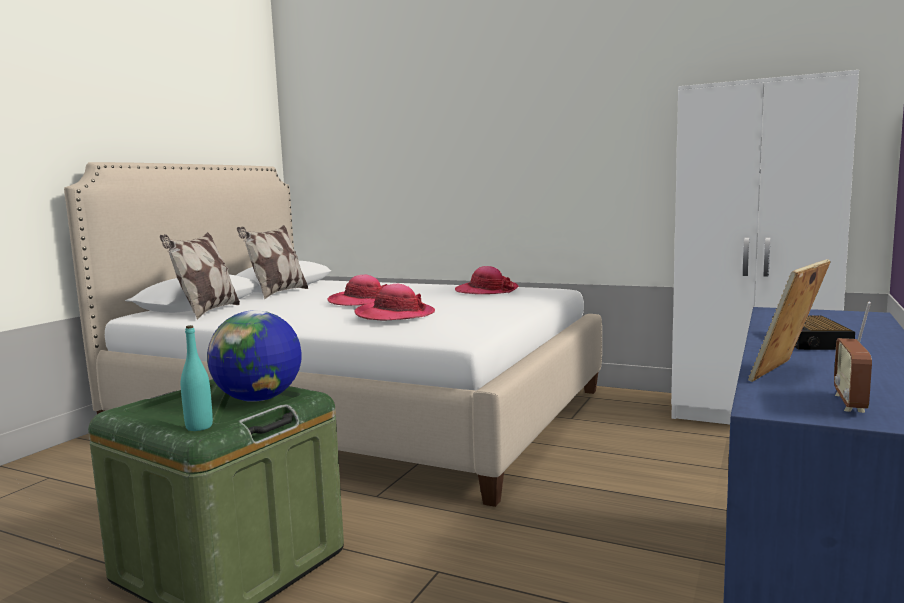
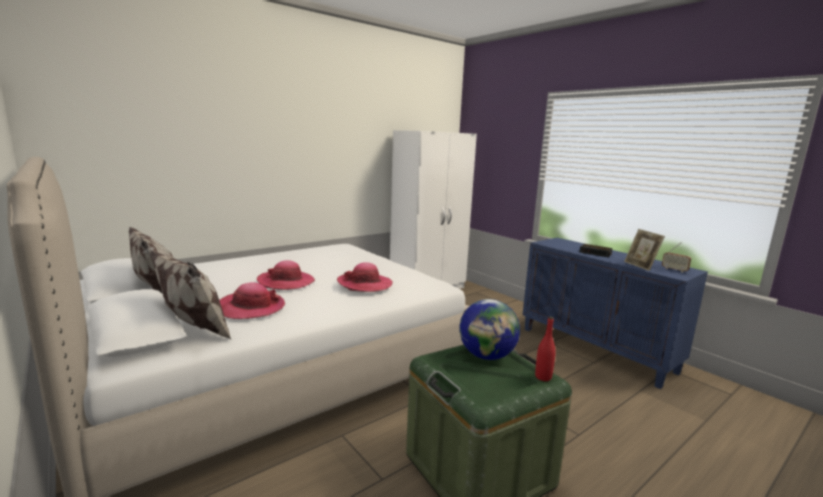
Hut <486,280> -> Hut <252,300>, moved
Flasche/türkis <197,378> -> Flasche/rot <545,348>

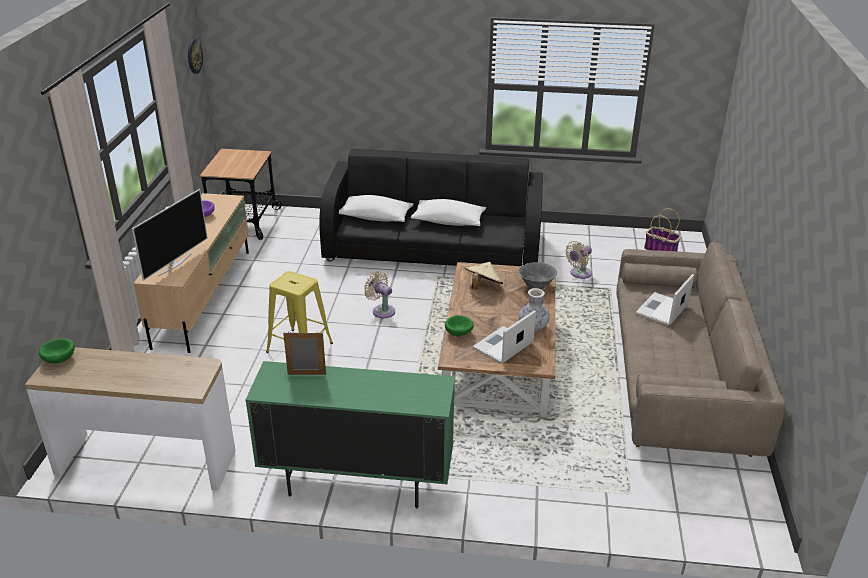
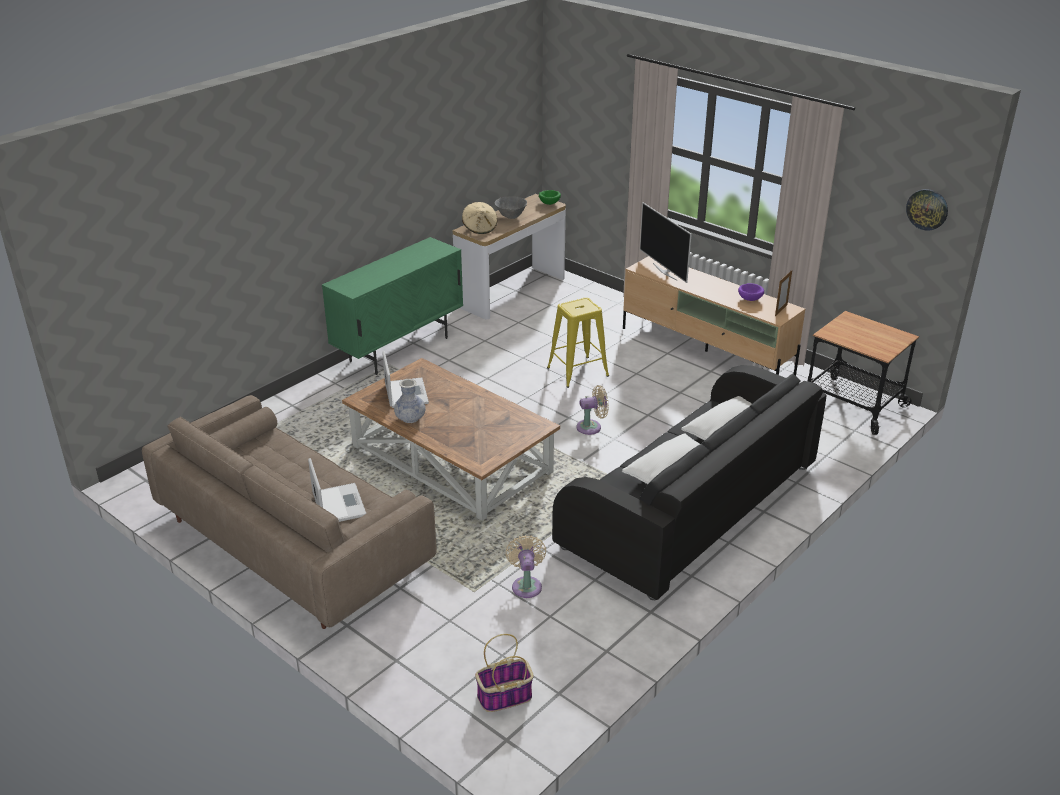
Hut/beige <484,276> -> Hut/beige <480,218>, moved
Schüssel/grau <538,275> -> Schüssel/grau <511,207>, moved
Bilderrahmen <304,354> -> Bilderrahmen <783,293>, moved
Schüssel/grün <459,325> -> none

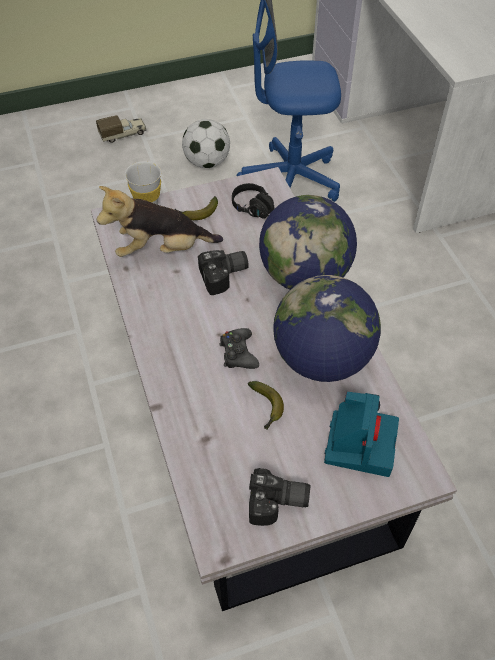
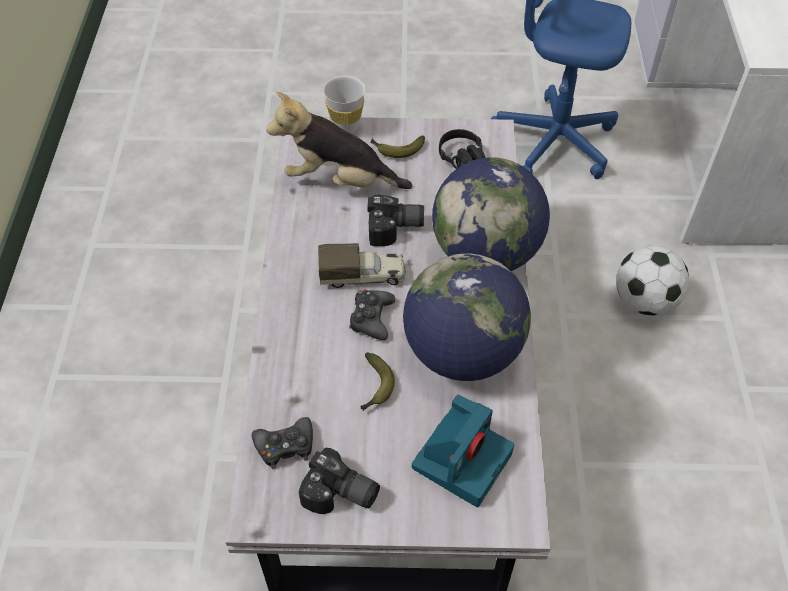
none -> Gamepad/schwarz <282,443>
Spielzeuglaster <121,129> -> Spielzeuglaster <362,265>, moved
Fußball <206,143> -> Fußball <652,280>, moved

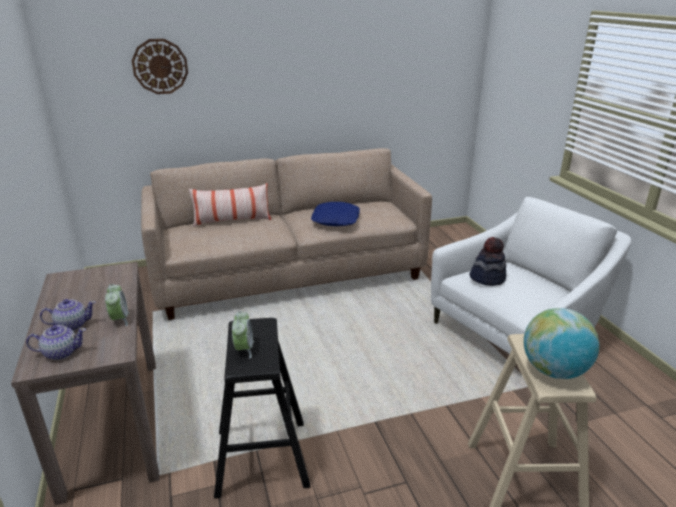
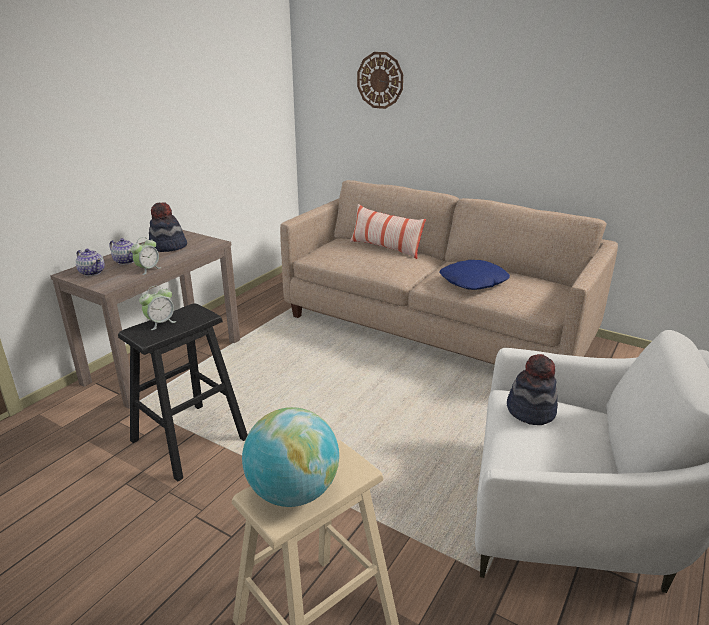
none -> Hut <168,227>

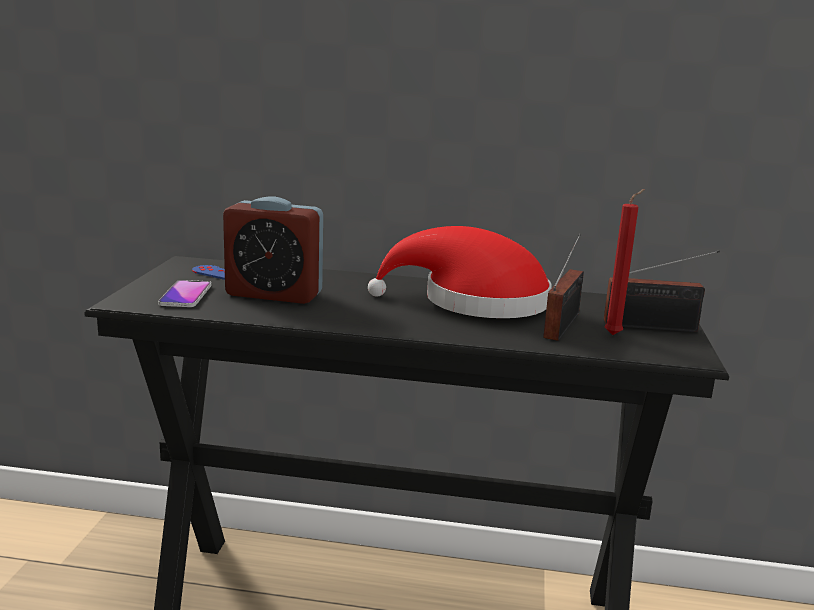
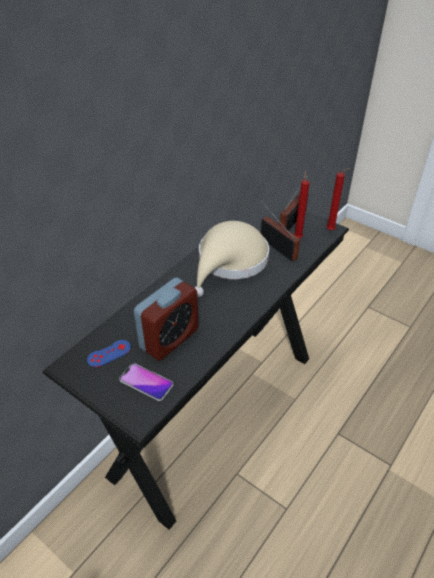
Hut/rot <460,272> -> Hut/beige <231,259>
none -> Kerze/rot <339,199>

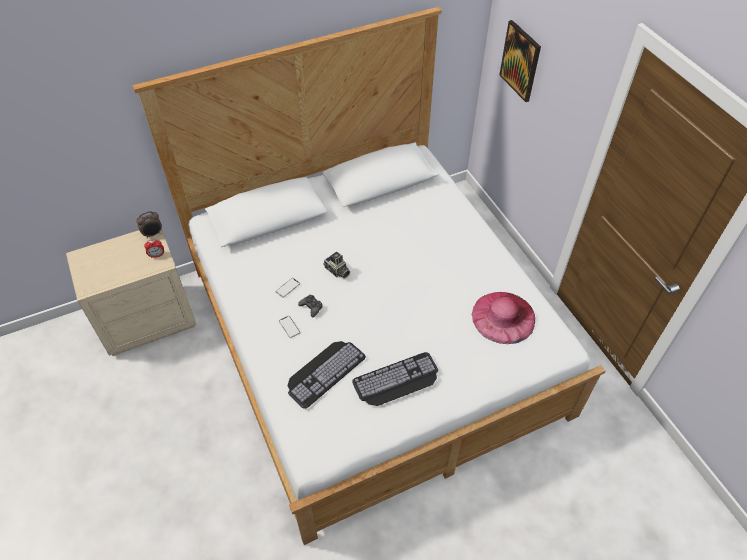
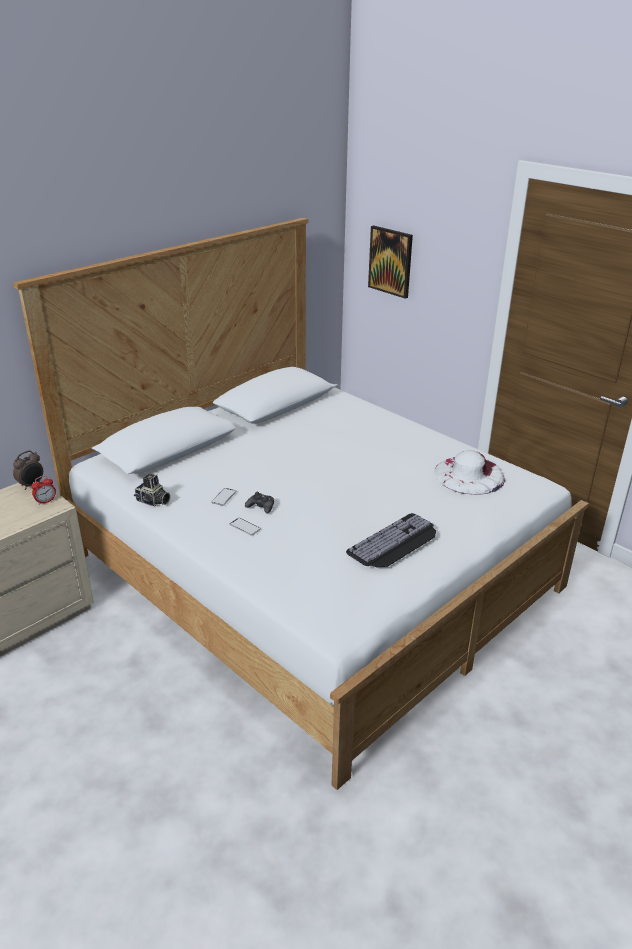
Kamera <336,265> -> Kamera <152,490>, moved
Hut/rosa <503,318> -> Hut/weiß <469,472>
Tastatur <326,375> -> none

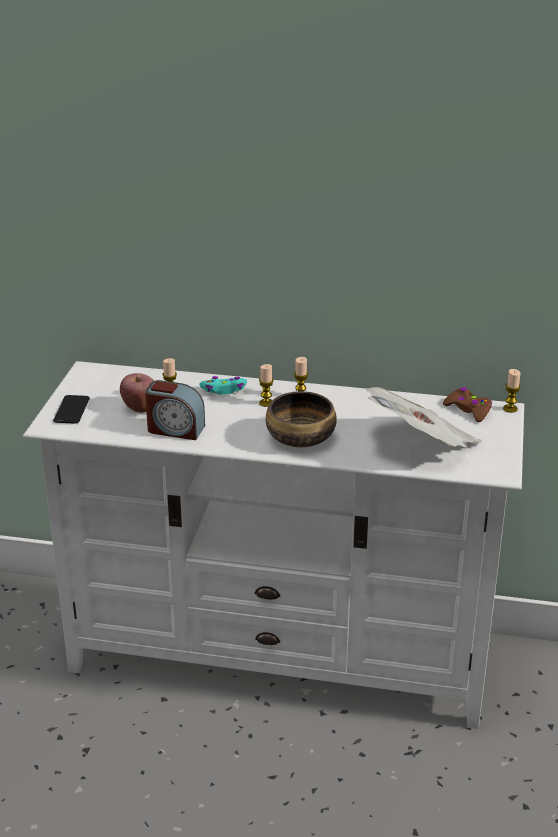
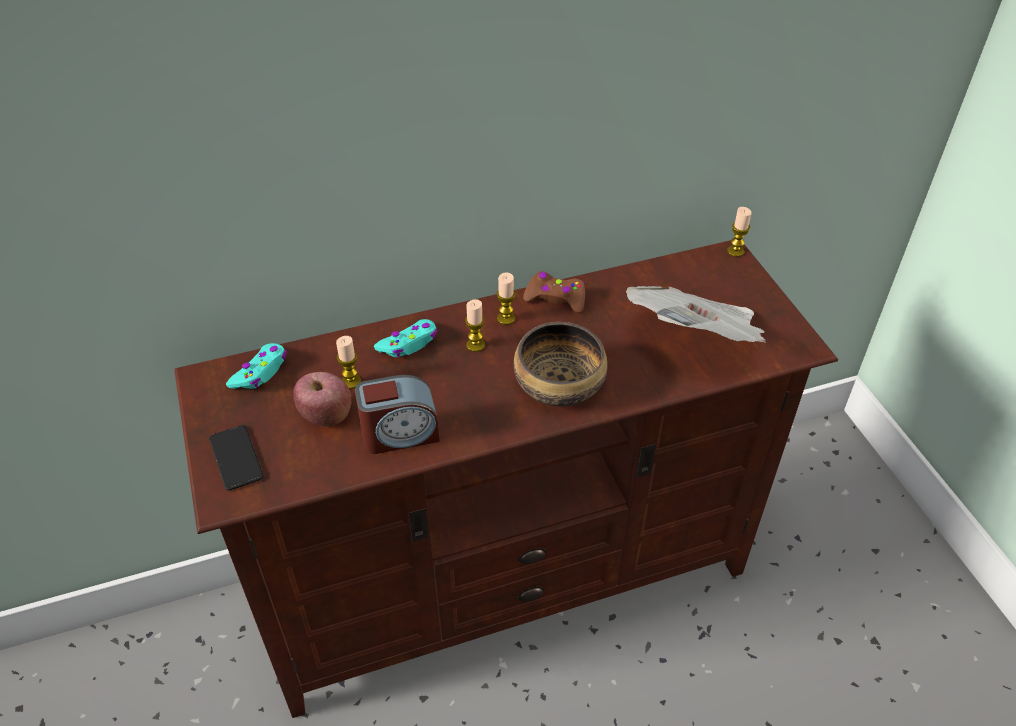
Fernsehschrank/weiß <273,545> -> Fernsehschrank/braun <506,479>
none -> Gamepad/türkis <256,366>
Gamepad/braun <467,404> -> Gamepad/braun <554,292>, moved

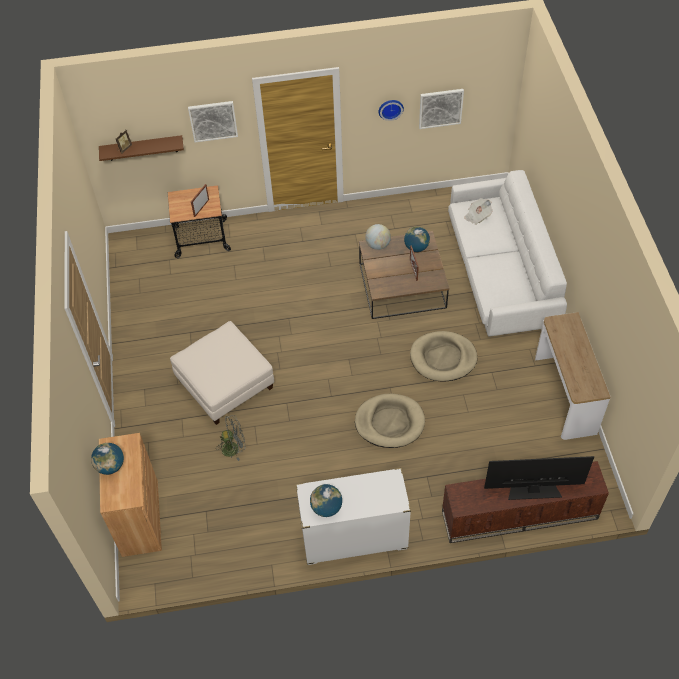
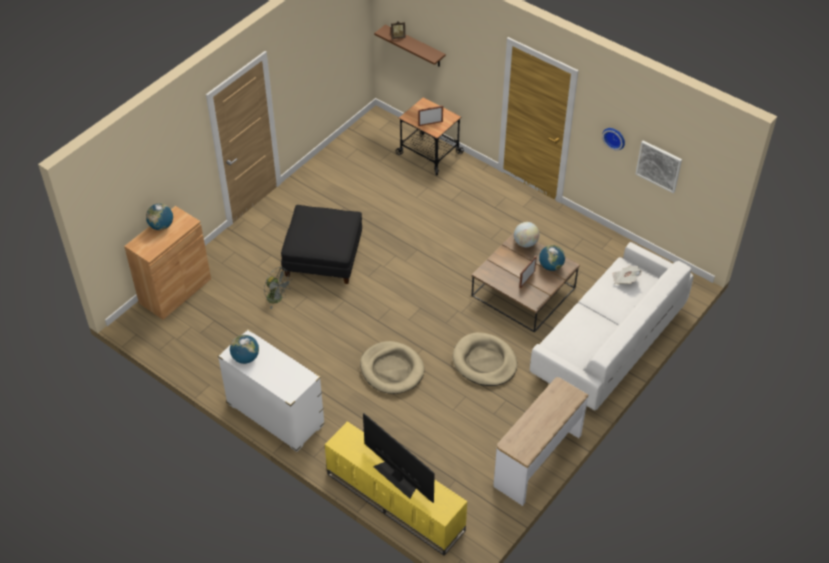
Polsterhocker/weiß <222,373> -> Polsterhocker/schwarz <321,244>
Fernsehschrank/braun <525,502> -> Fernsehschrank/gelb <396,488>
Bild <213,121> -> none

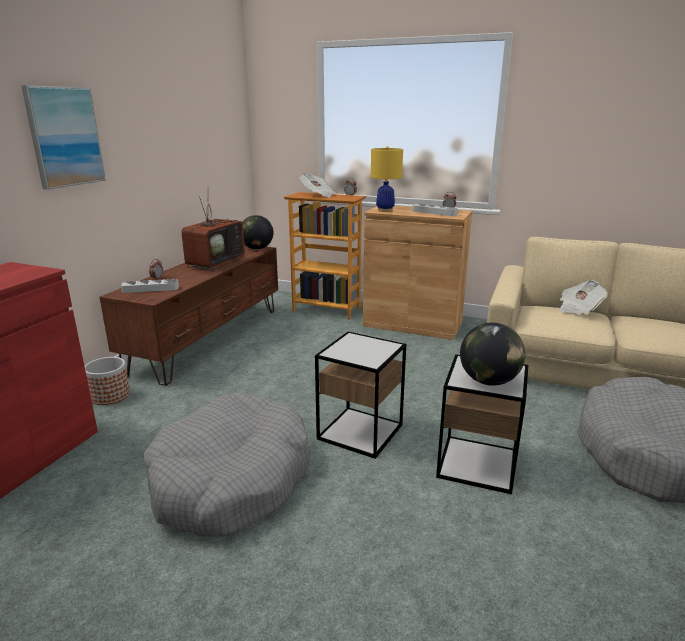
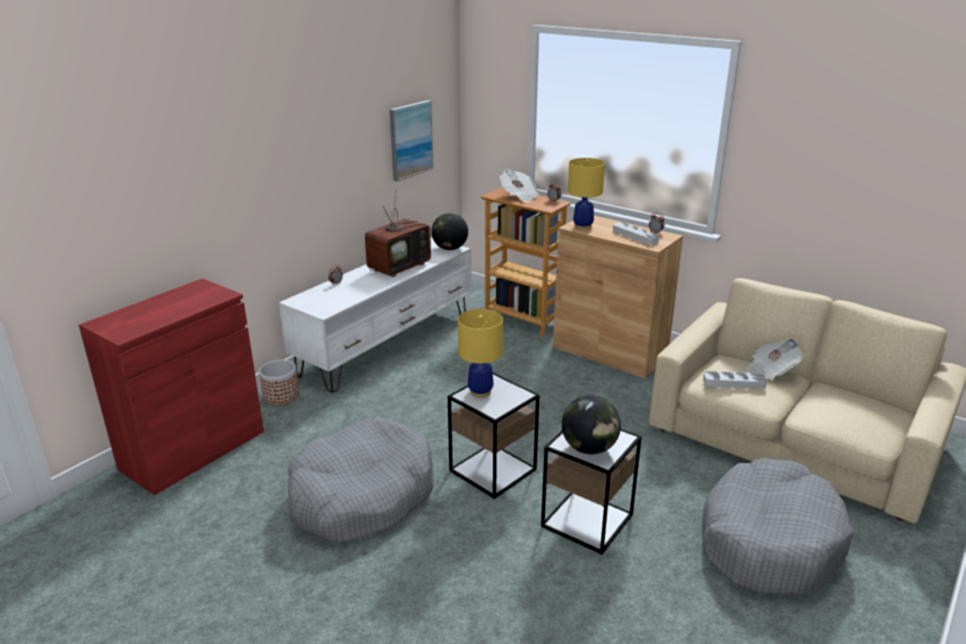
Fernsehschrank/braun <188,315> -> Fernsehschrank/weiß <375,315>
Bild <63,137> -> Bild <411,140>, moved
none -> Tischlampe/gelb <480,353>
Tablett/grau <150,286> -> Tablett/grau <735,380>, moved

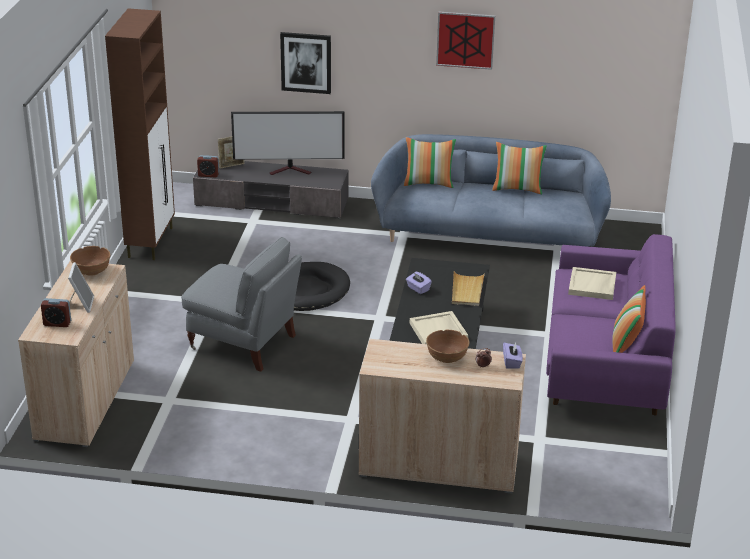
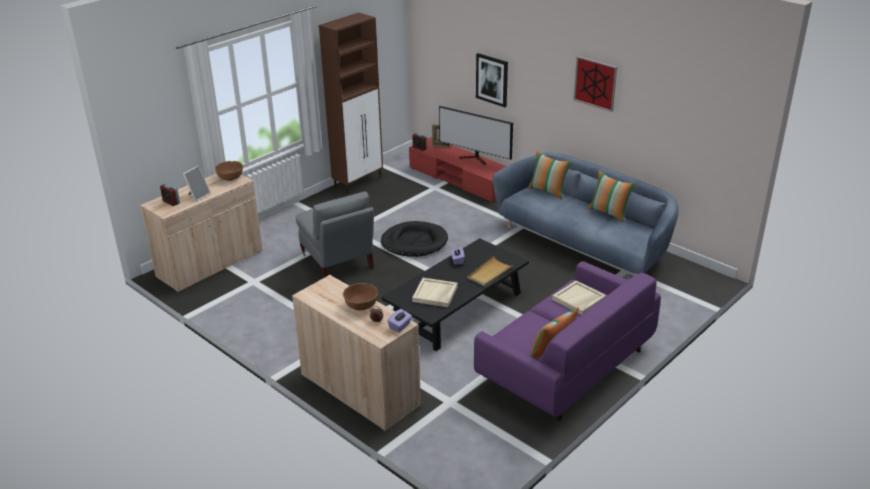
Fernsehschrank/grau <271,189> -> Fernsehschrank/rot <457,170>

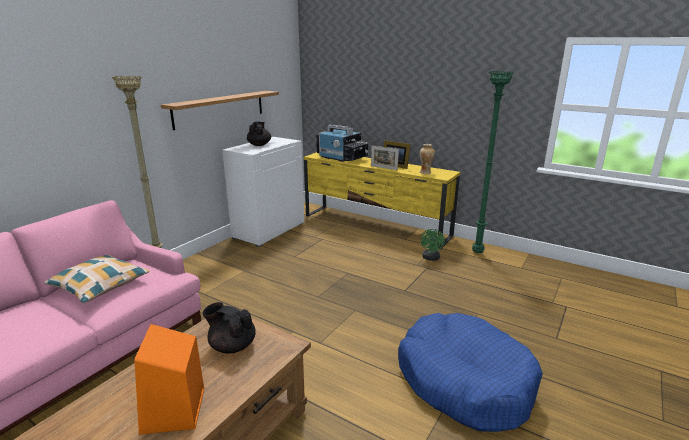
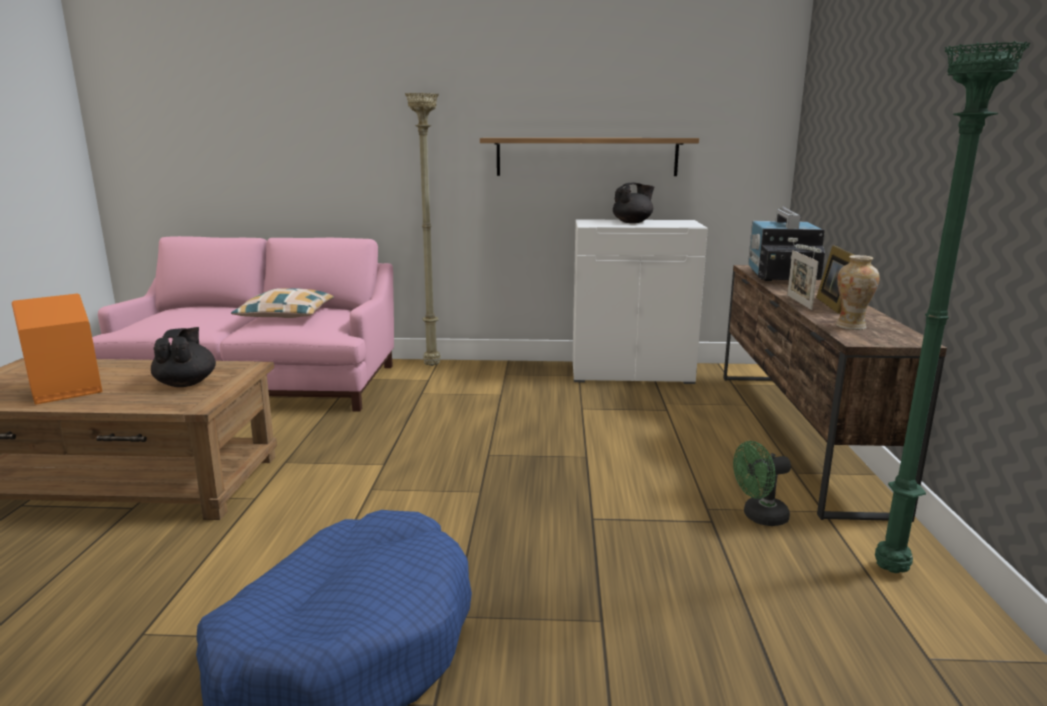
Fernsehschrank/gelb <382,200> -> Fernsehschrank/braun <835,393>

